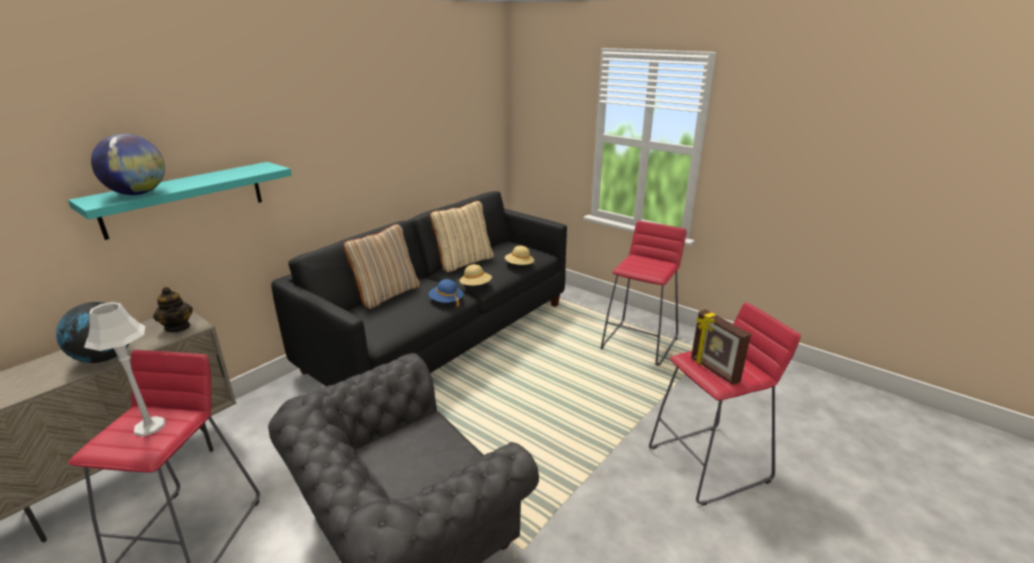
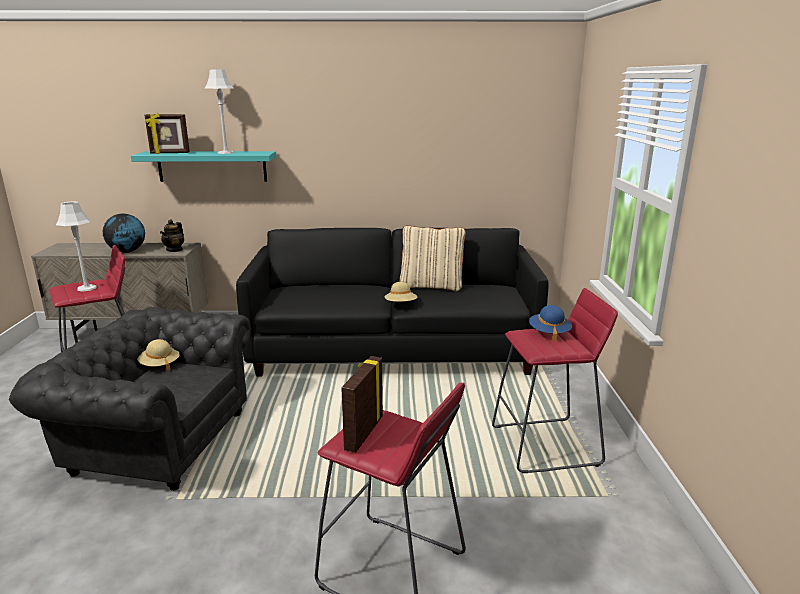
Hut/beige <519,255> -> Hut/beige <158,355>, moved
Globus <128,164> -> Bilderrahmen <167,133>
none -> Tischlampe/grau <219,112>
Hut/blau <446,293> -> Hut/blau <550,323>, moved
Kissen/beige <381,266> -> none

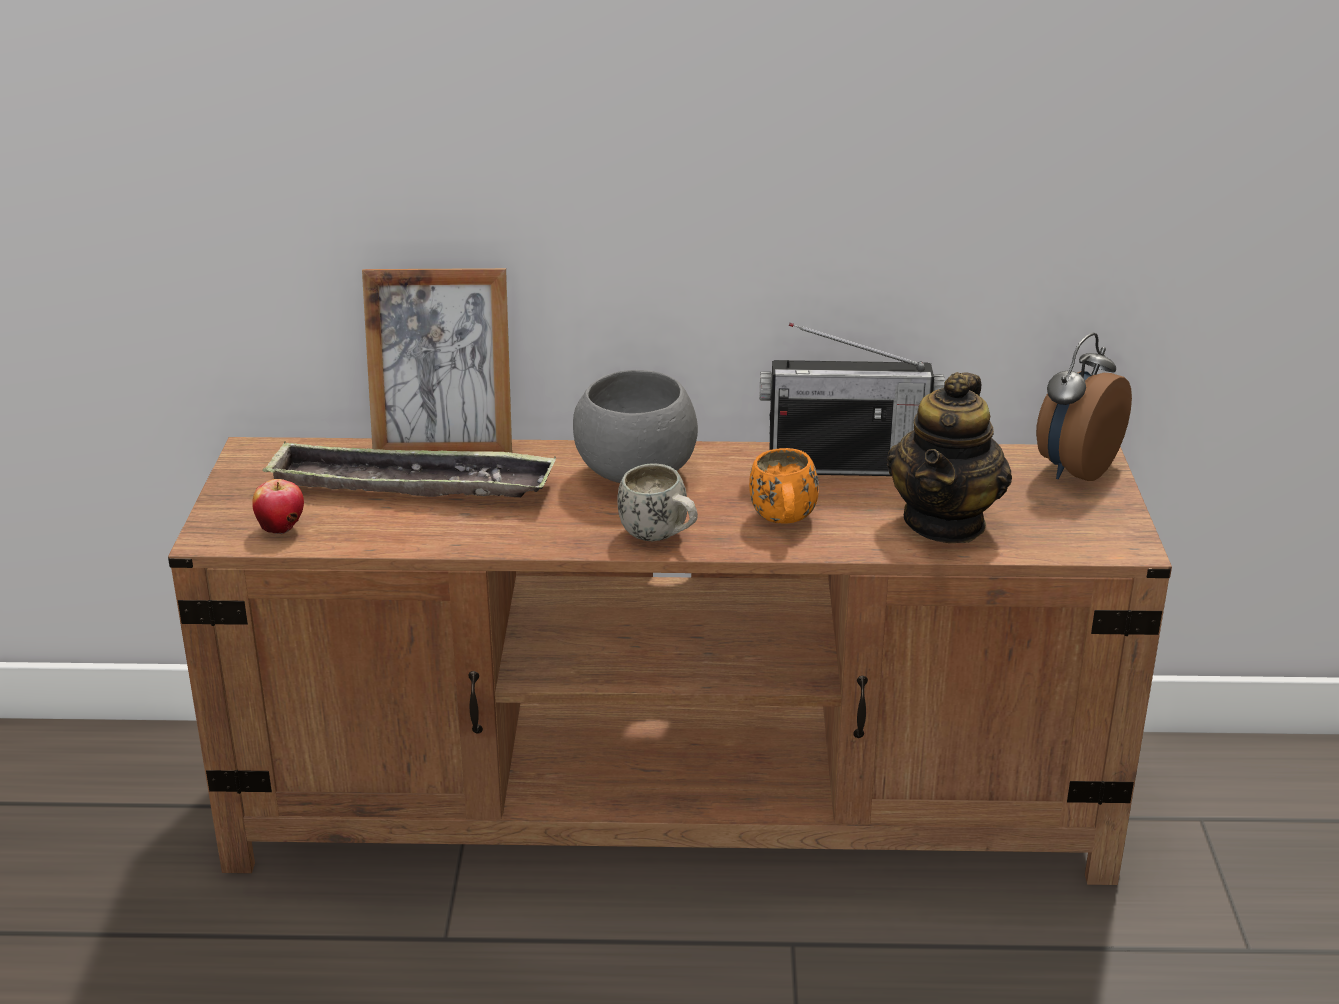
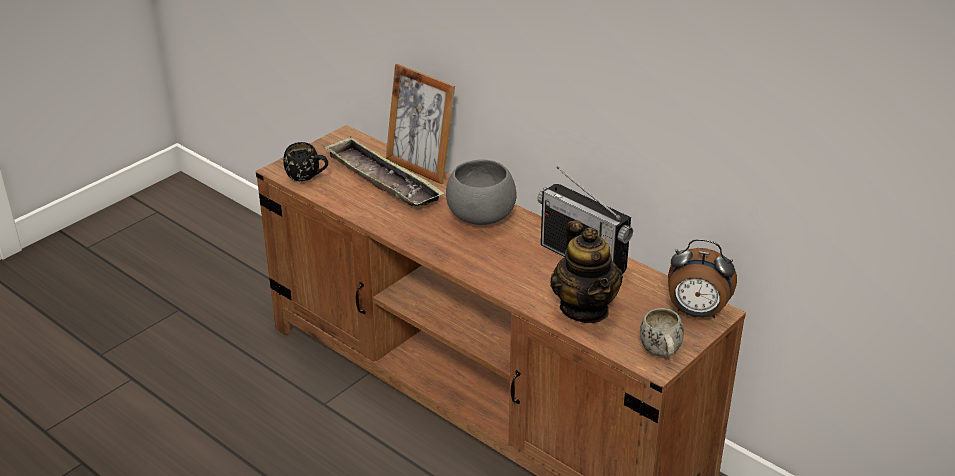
Apfel <278,506> -> Henkelbecher/schwarz <305,161>
Teekanne <949,457> -> Teekanne <586,271>, 75 degrees counterclockwise
Henkelbecher/weiß <657,502> -> Henkelbecher/weiß <662,332>, moved
Wecker <1084,406> -> Wecker <702,278>, 150 degrees counterclockwise
Henkelbecher/orange <784,486> -> none

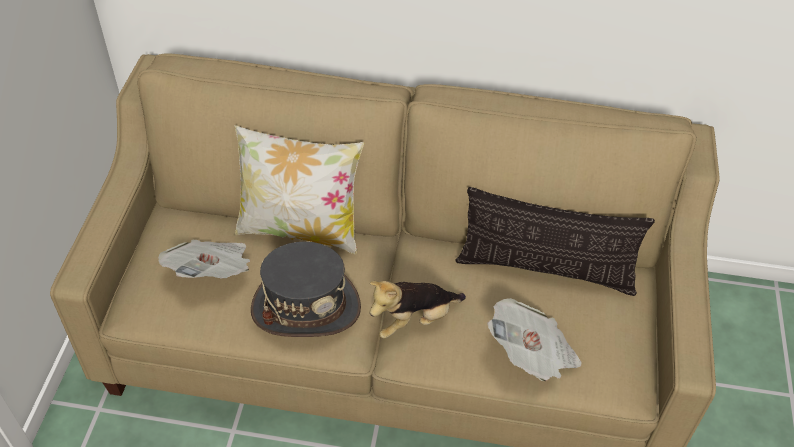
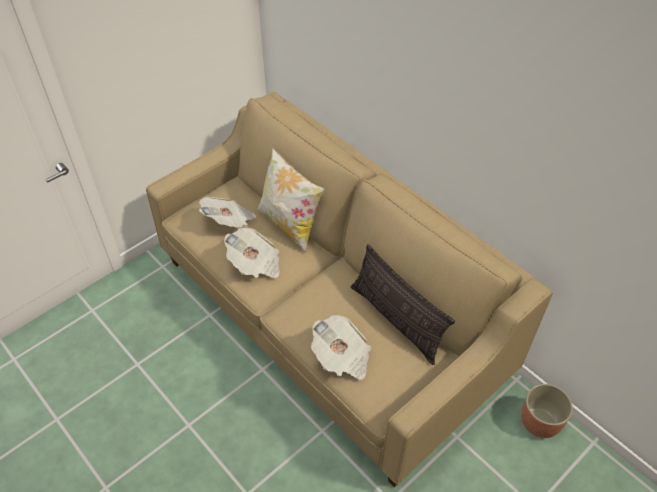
Hut/grau <306,289> -> Zeitung <252,253>
none -> Pflanzkübel <547,411>
Plüschtier <417,310> -> none

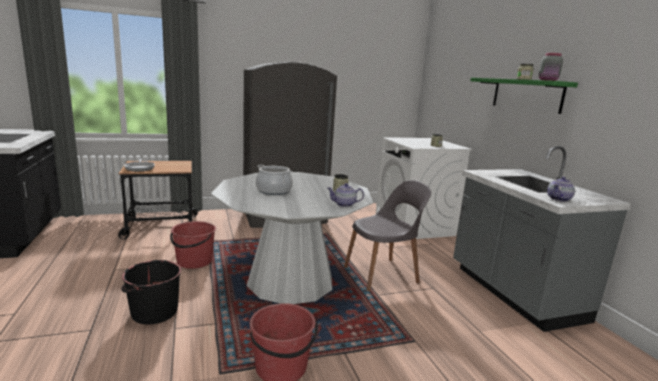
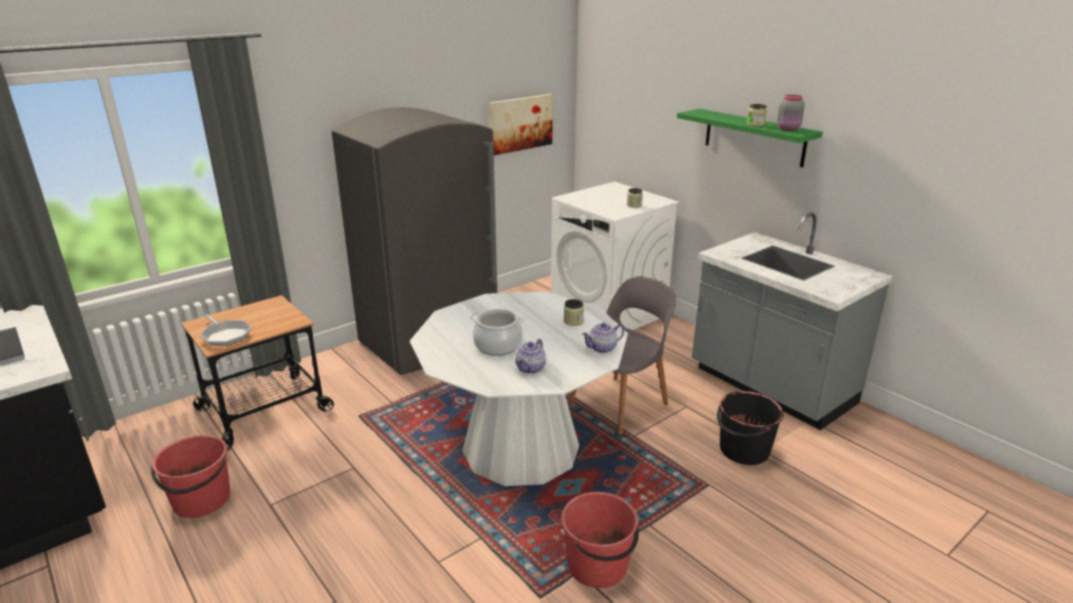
Eimer/rot <193,245> -> Eimer/rot <190,476>, moved
none -> Bild <520,124>
Teekanne <561,189> -> Teekanne <530,356>, moved
Eimer/schwarz <151,292> -> Eimer/schwarz <750,428>, moved

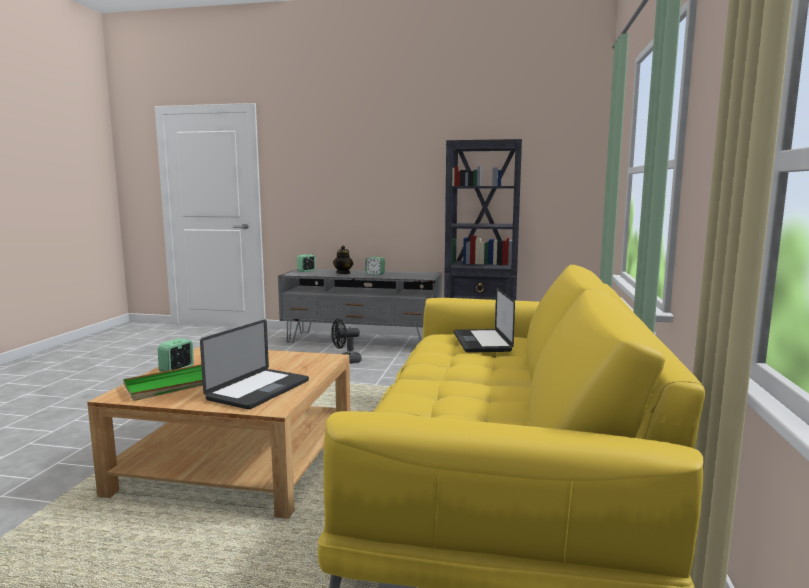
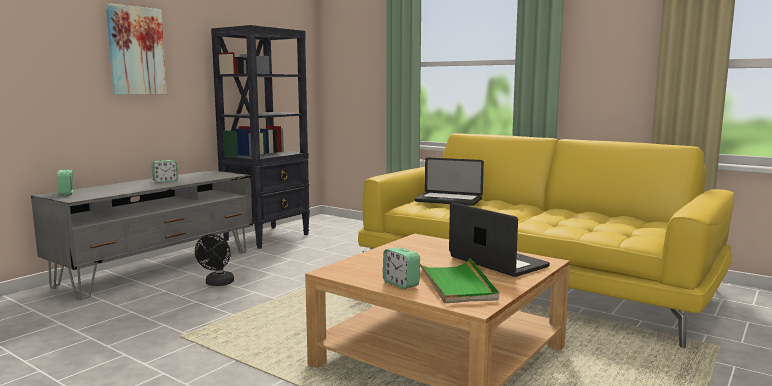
none -> Bild <136,49>
Teekanne <343,259> -> none

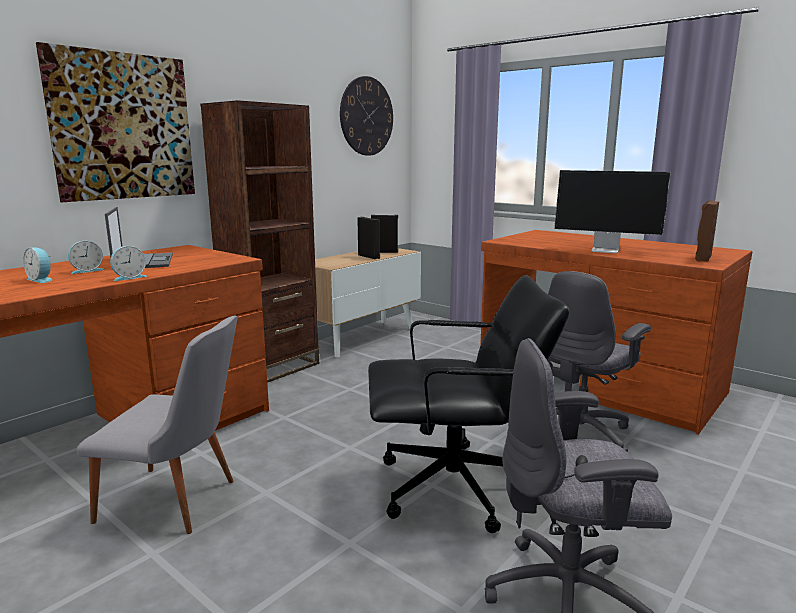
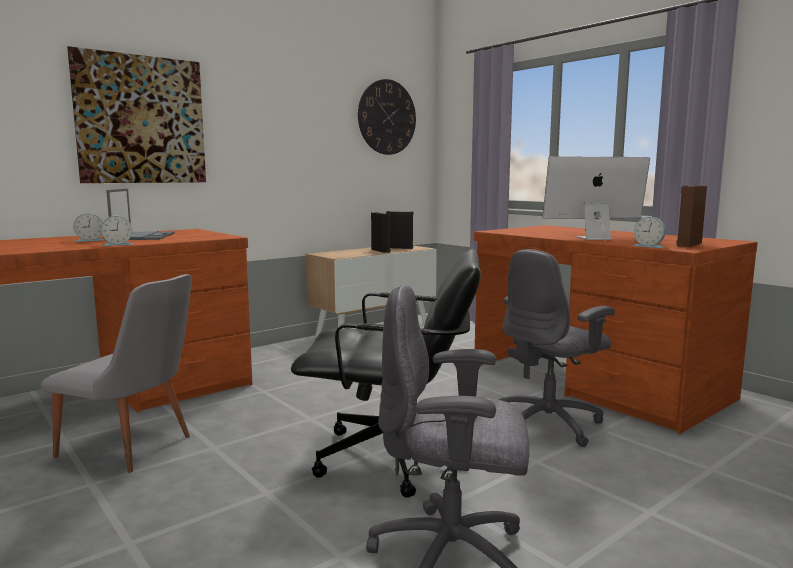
Monitor <612,212> -> Monitor <596,198>, 135 degrees clockwise
Wecker <37,265> -> Wecker <650,232>, moved
Bücherregal/braun <259,241> -> none

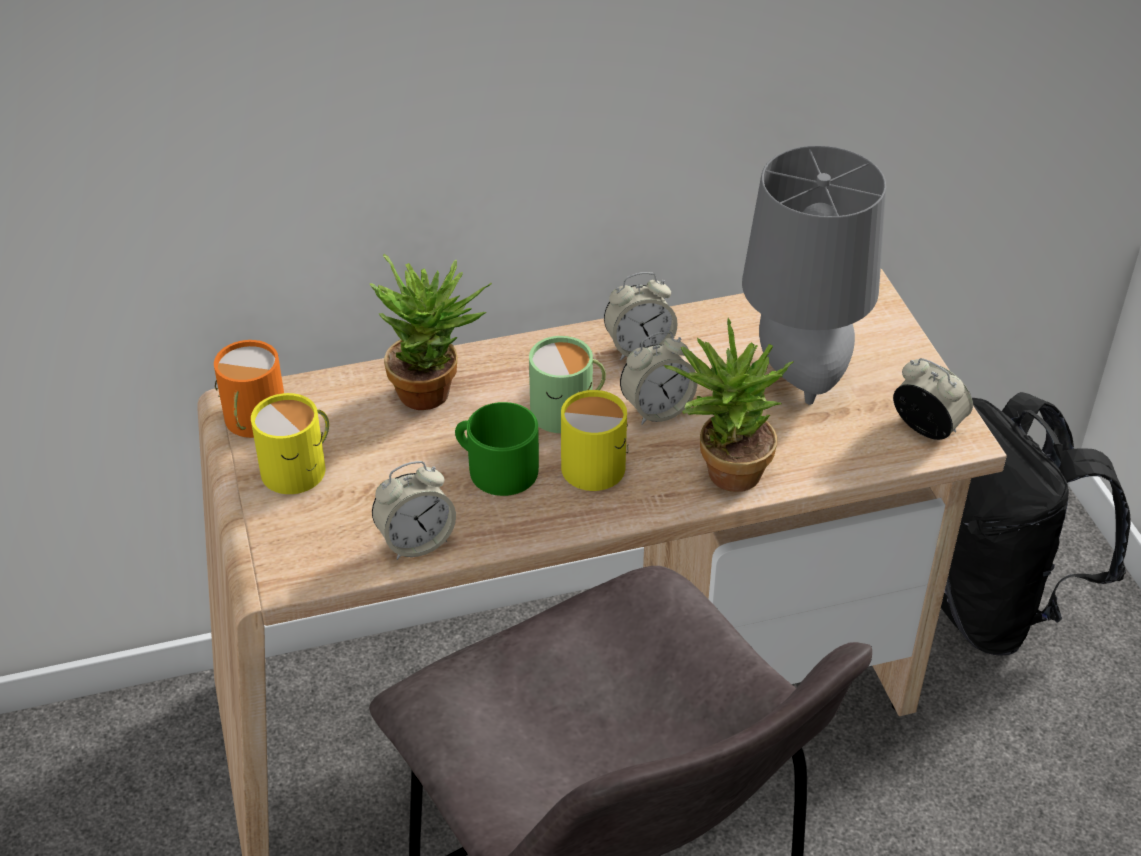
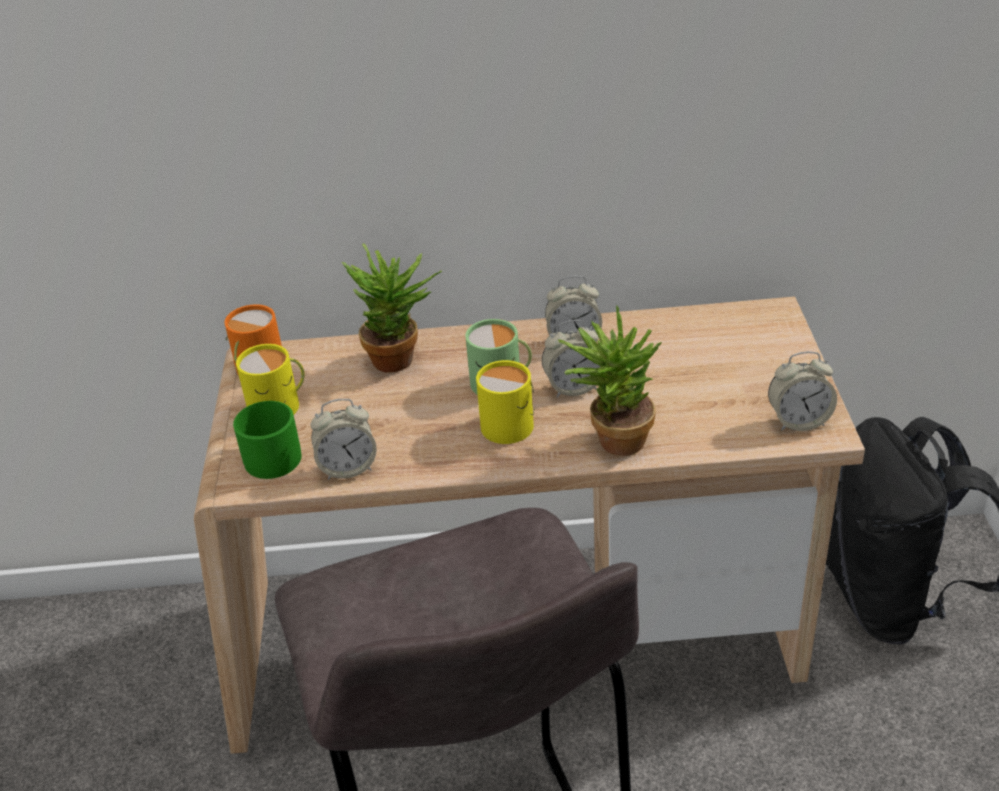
Henkelbecher/grün <497,449> -> Henkelbecher/grün <267,440>, moved
Wecker <933,399> -> Wecker <802,391>, 120 degrees clockwise
Tischlampe/grau <814,275> -> none

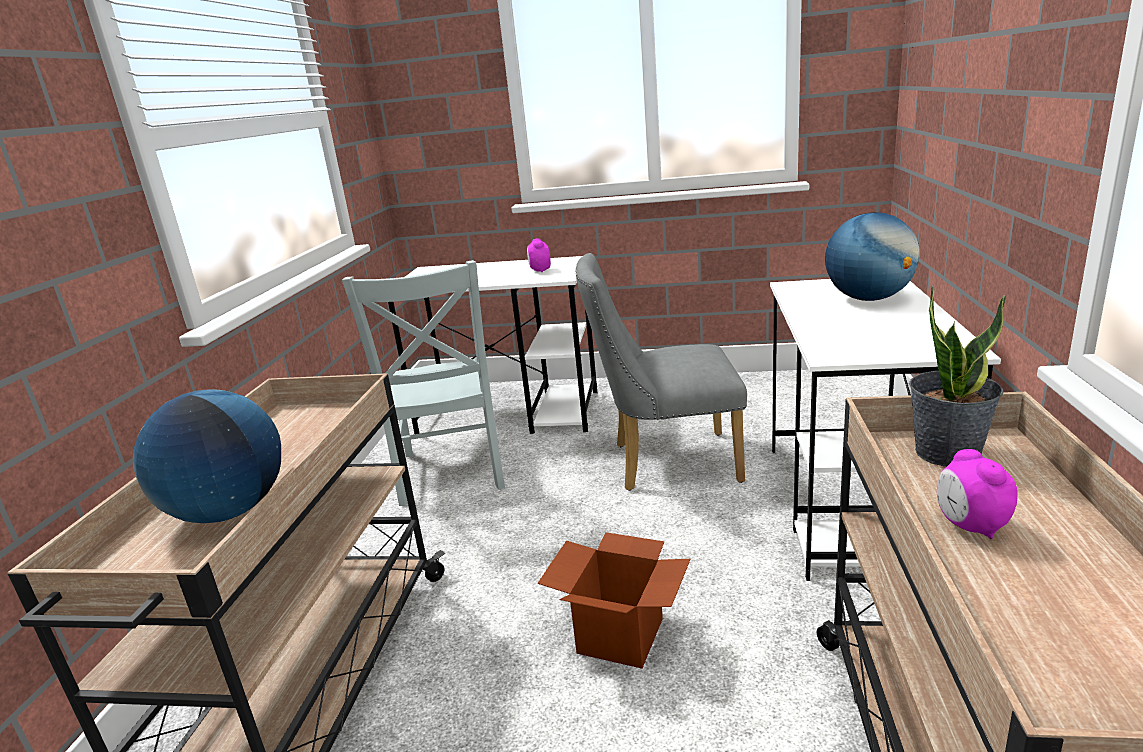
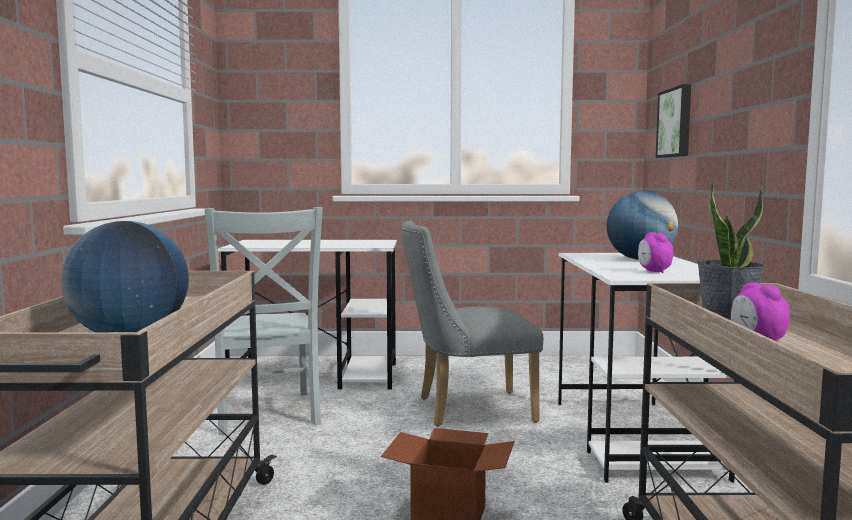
Wecker <539,256> -> Wecker <655,252>, moved
none -> Bild <673,121>

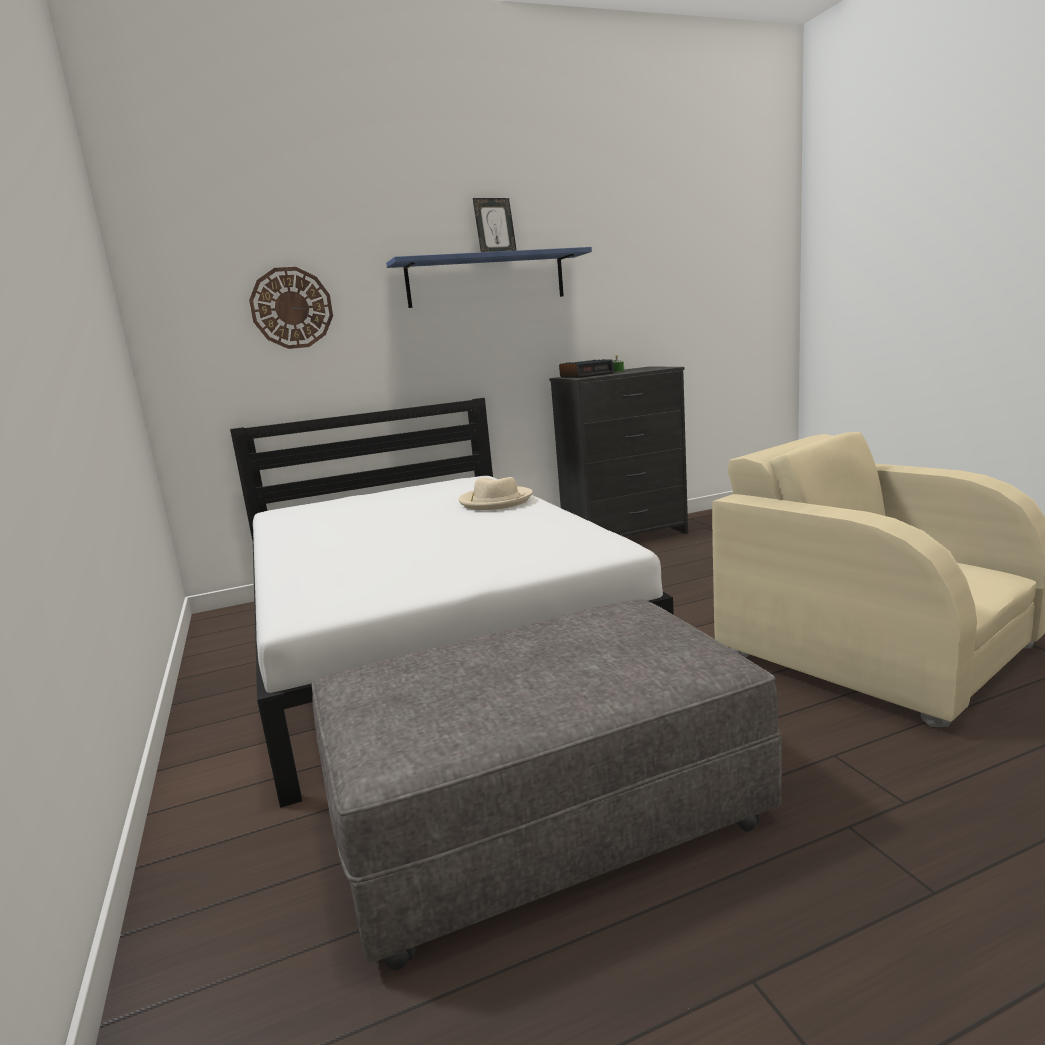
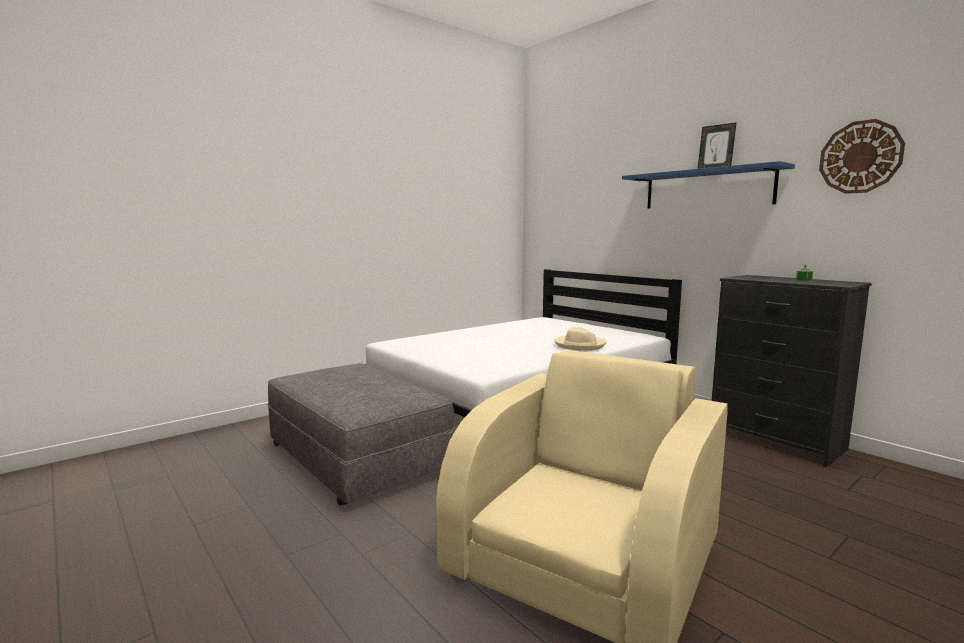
Wanduhr <291,308> -> Wanduhr <862,156>, moved
Wecker <586,368> -> none

